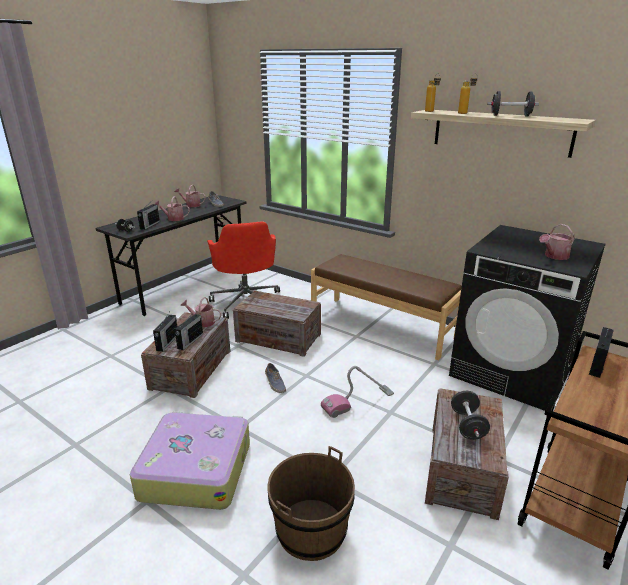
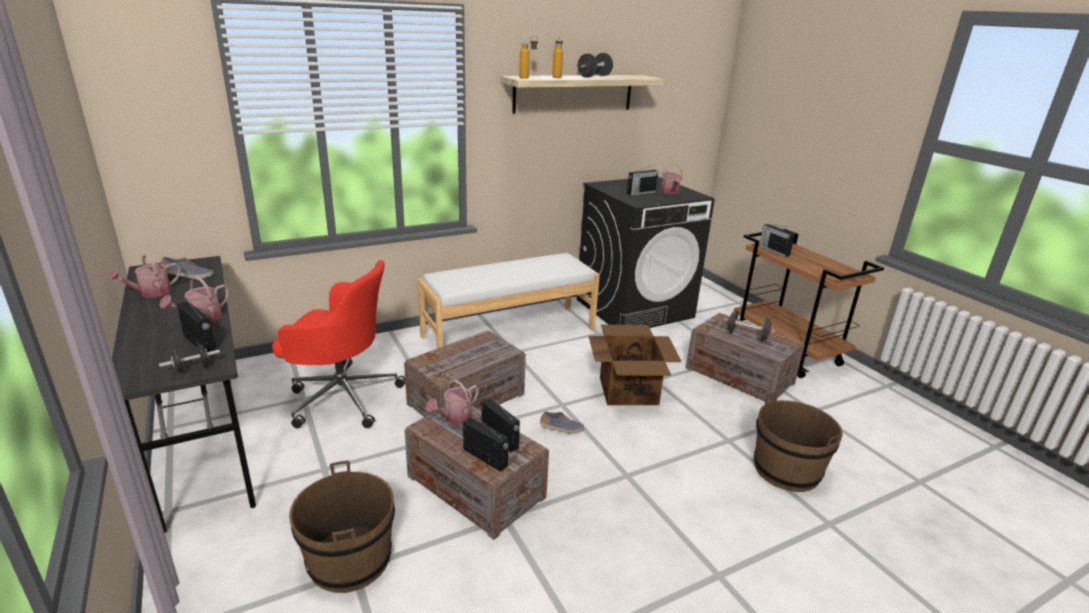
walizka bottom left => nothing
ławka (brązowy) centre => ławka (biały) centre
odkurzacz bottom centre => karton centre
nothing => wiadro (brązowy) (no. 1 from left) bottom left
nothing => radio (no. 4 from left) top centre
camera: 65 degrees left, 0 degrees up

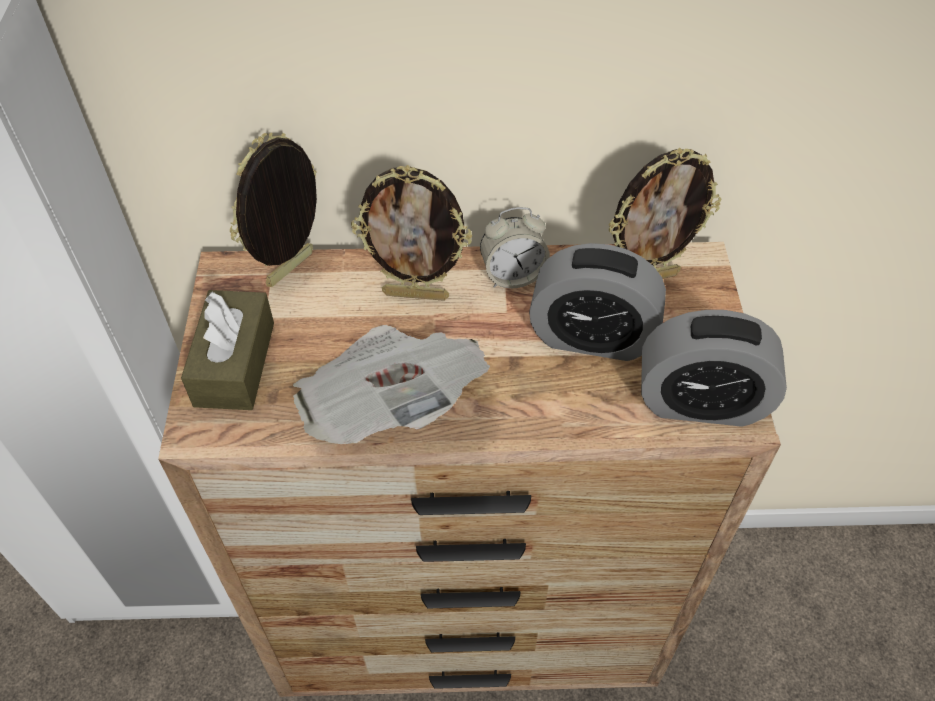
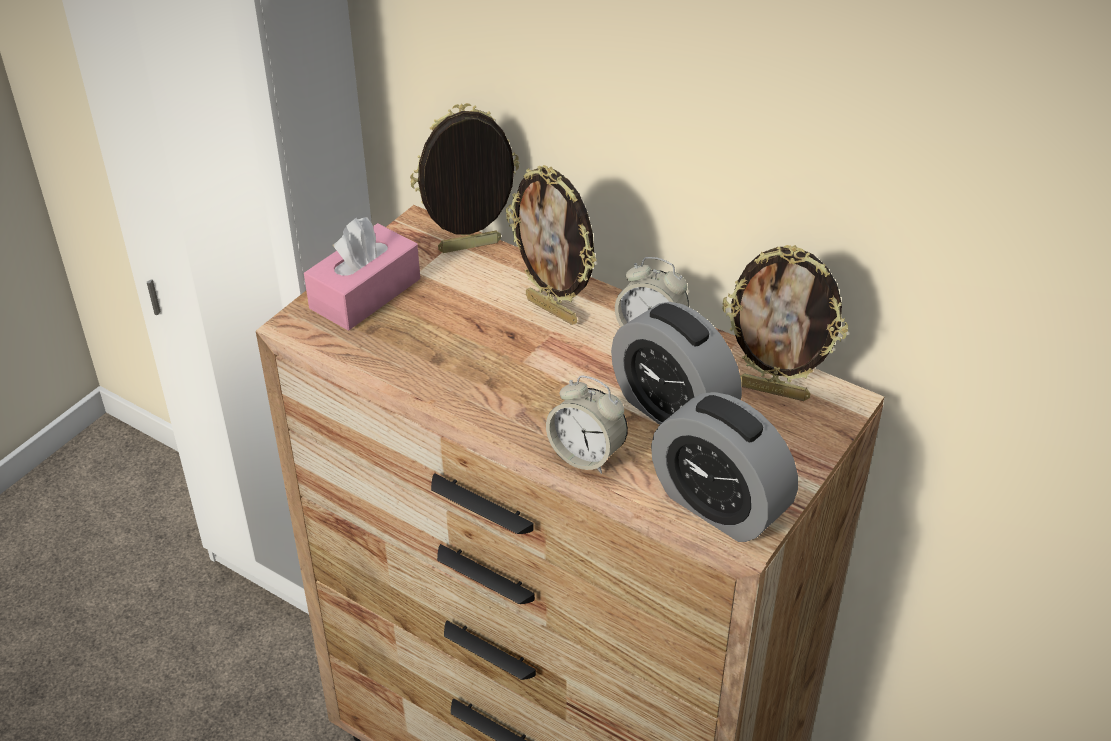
pudełko chusteczek (brązowy) middle left => pudełko chusteczek (różowy) middle left
gazeta centre => nothing
nothing => budzik (no. 1 from left) centre
camera: 35 degrees right, 10 degrees down

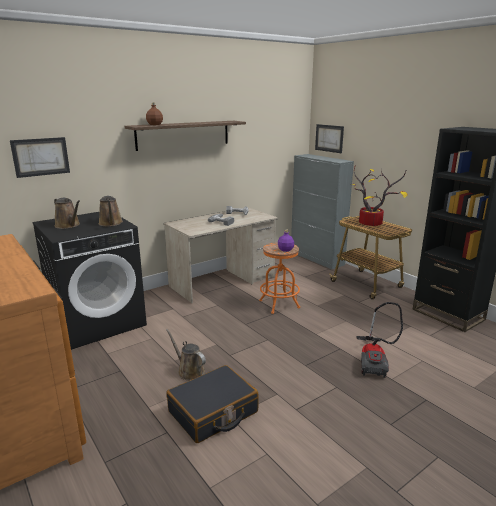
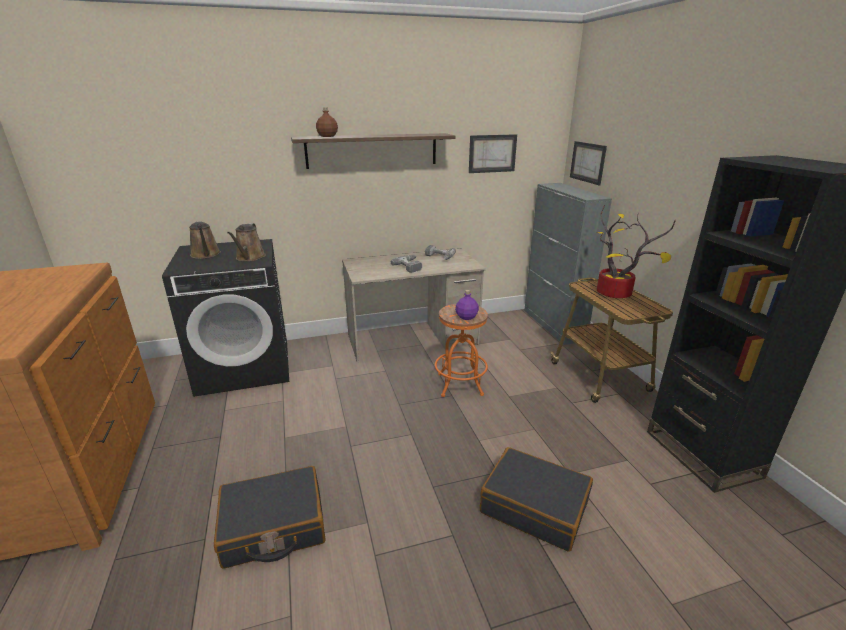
obraz (no. 1 from left) top left => obraz (no. 1 from left) top centre, shifted
konewka (brązowy) (no. 3 from left) bottom centre => nothing
odkurzacz bottom right => walizka (czarny) (no. 2 from left) bottom centre
camera: 20 degrees right, 5 degrees up

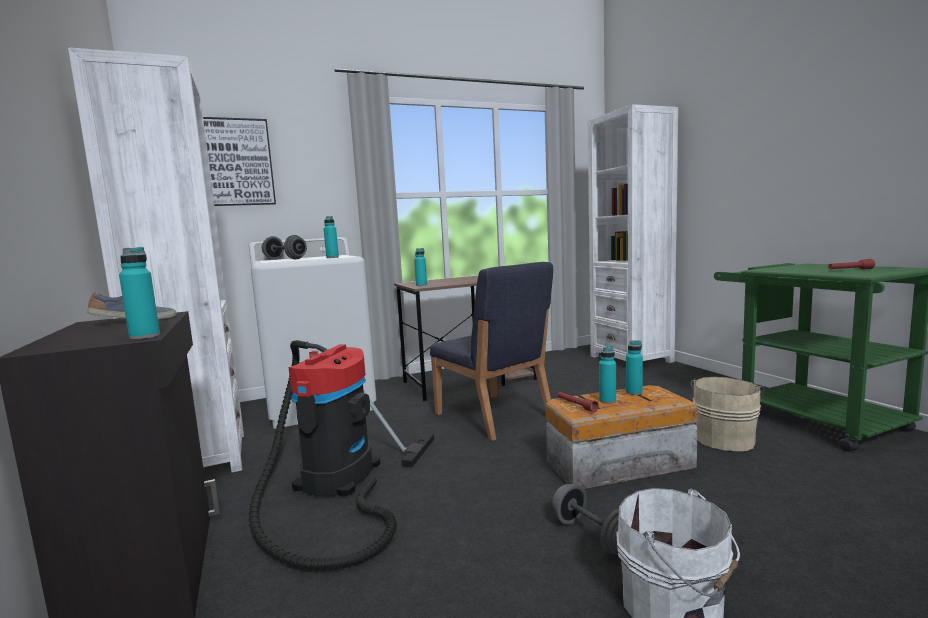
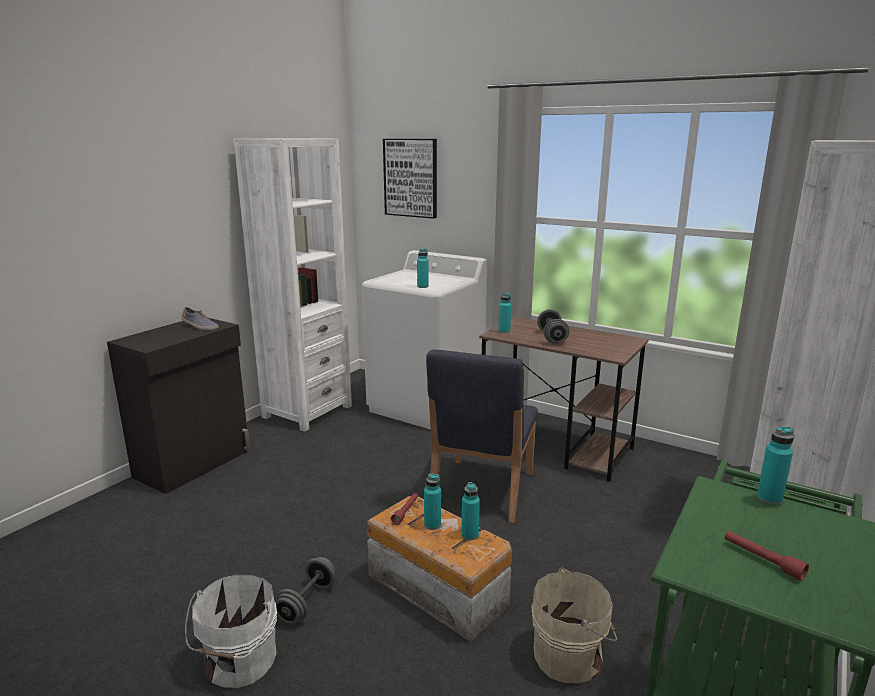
butelka (turkusowy) (no. 1 from left in the first image) middle left => butelka (turkusowy) (no. 5 from left) bottom right, shifted
odkurzacz bottom centre => nothing
hantel (szary) (no. 1 from left in the first image) middle left => hantel (szary) (no. 2 from left) centre, shifted
camera: 55 degrees right, 10 degrees up

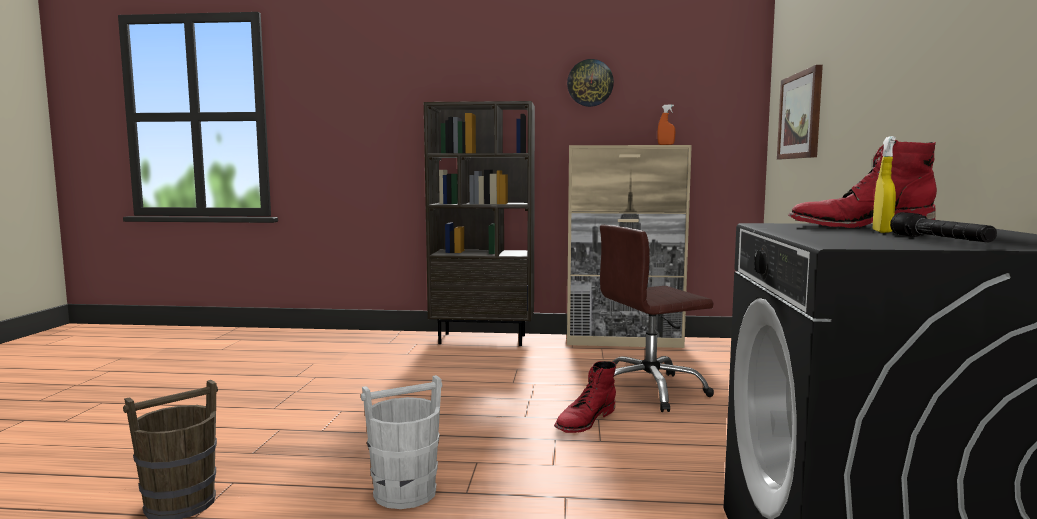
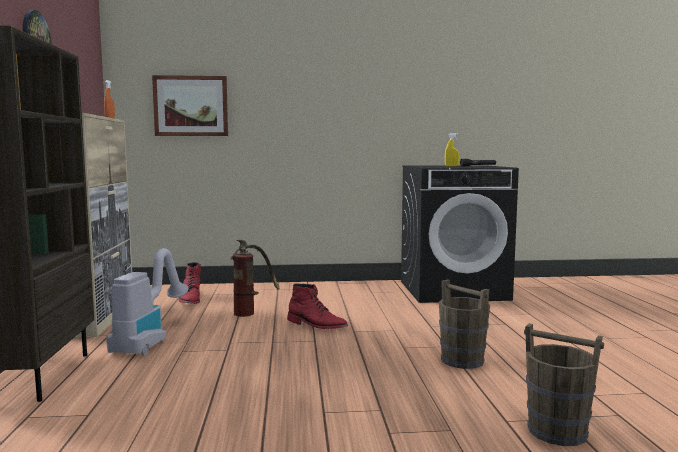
wiadro (biały) bottom centre => wiadro (brązowy) (no. 1 from left) bottom right
krzesło biurowe (brązowy) centre => gaśnica centre
but z cholewką (czerwony) (no. 2 from left in the first image) middle right => but z cholewką (czerwony) (no. 1 from left) middle left, shifted
nothing => odkurzacz bottom left
camera: 100 degrees left, 0 degrees up

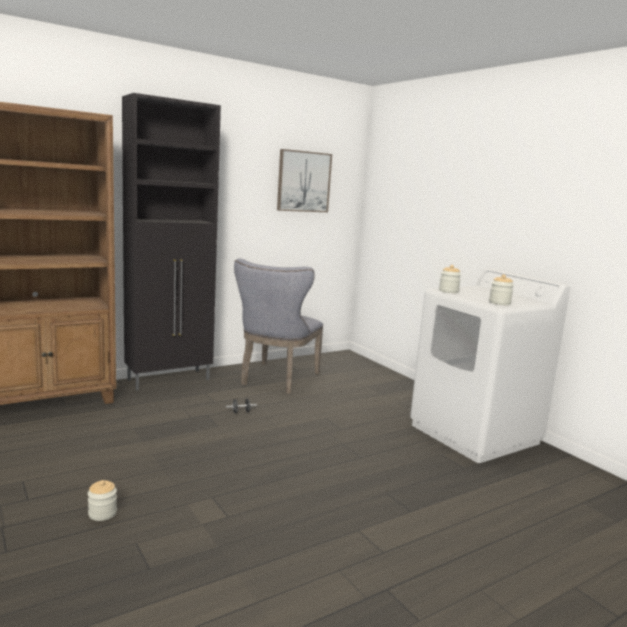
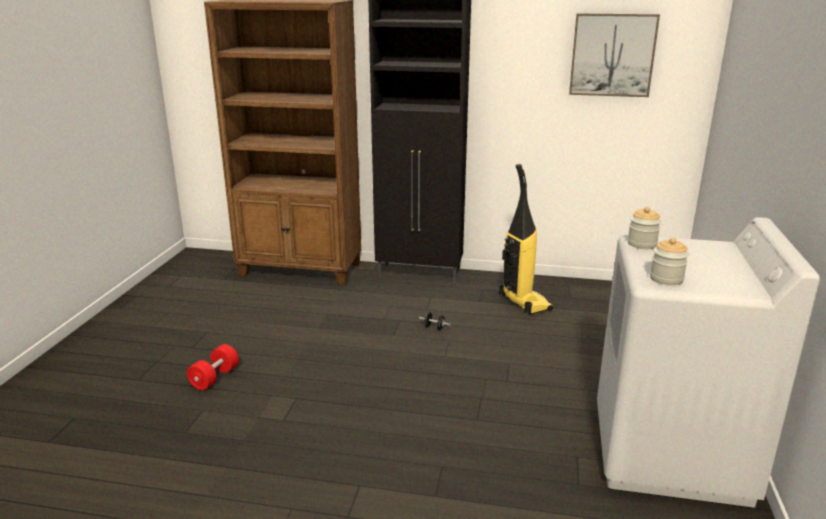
słoik (no. 1 from left) bottom left => hantel (czerwony) bottom left
krzesło (szary) centre => odkurzacz centre
camera: 45 degrees right, 10 degrees up

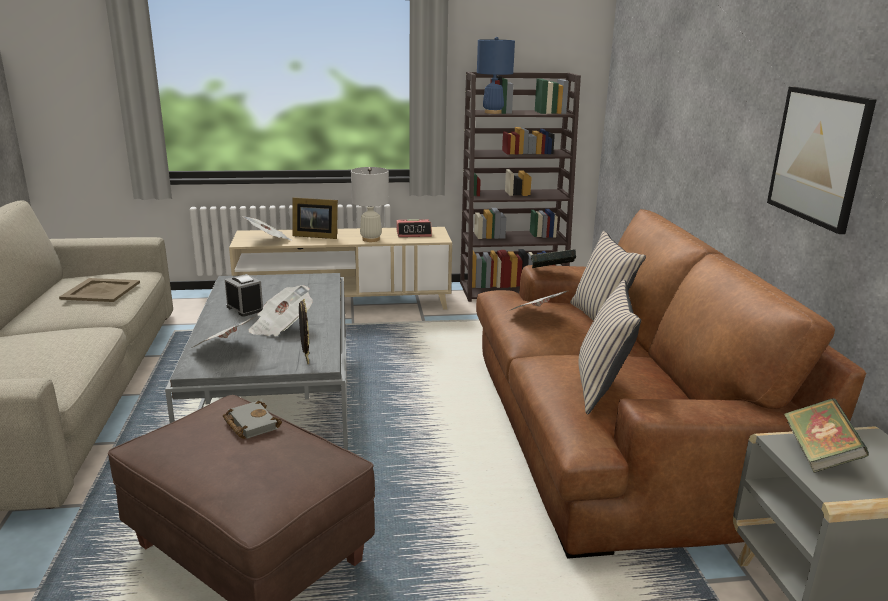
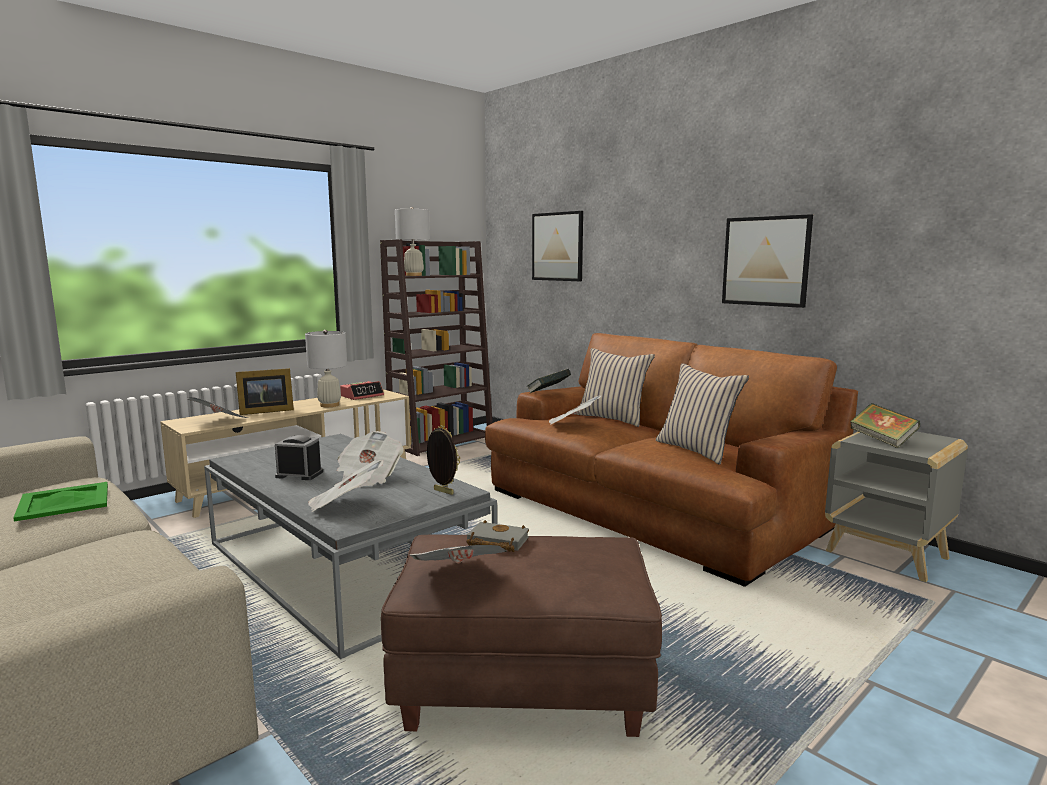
taca (beżowy) middle left => taca (zielony) middle left
lampa stołowa (niebieski) top centre => lampa stołowa (biały) (no. 2 from left) top centre
nothing => gazeta (no. 4 from left) bottom centre
nothing => obraz (no. 1 from left) top centre
camera: 35 degrees left, 10 degrees down

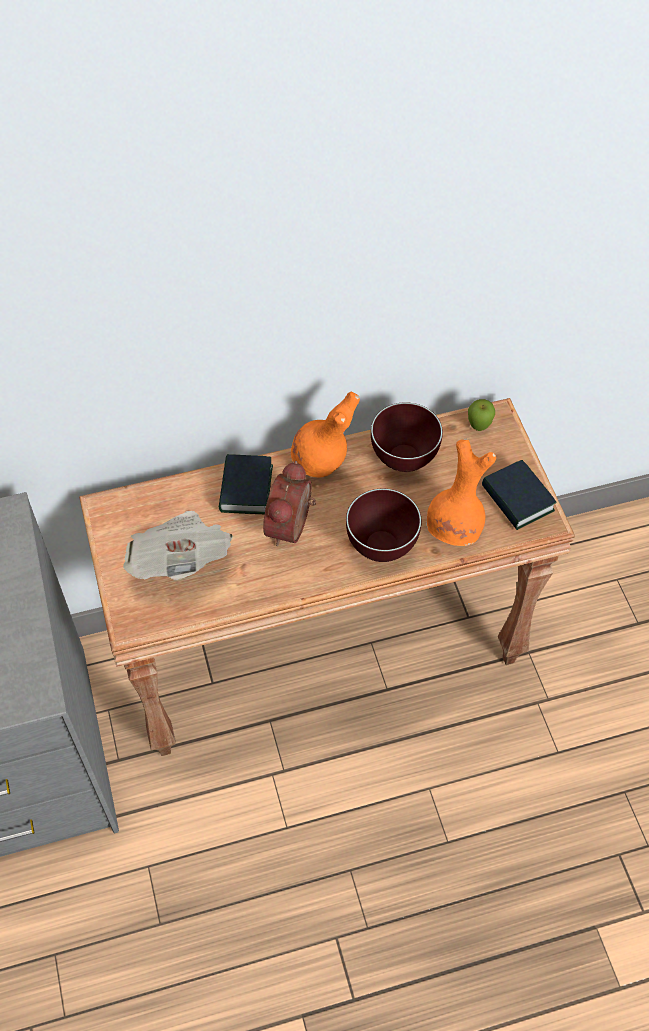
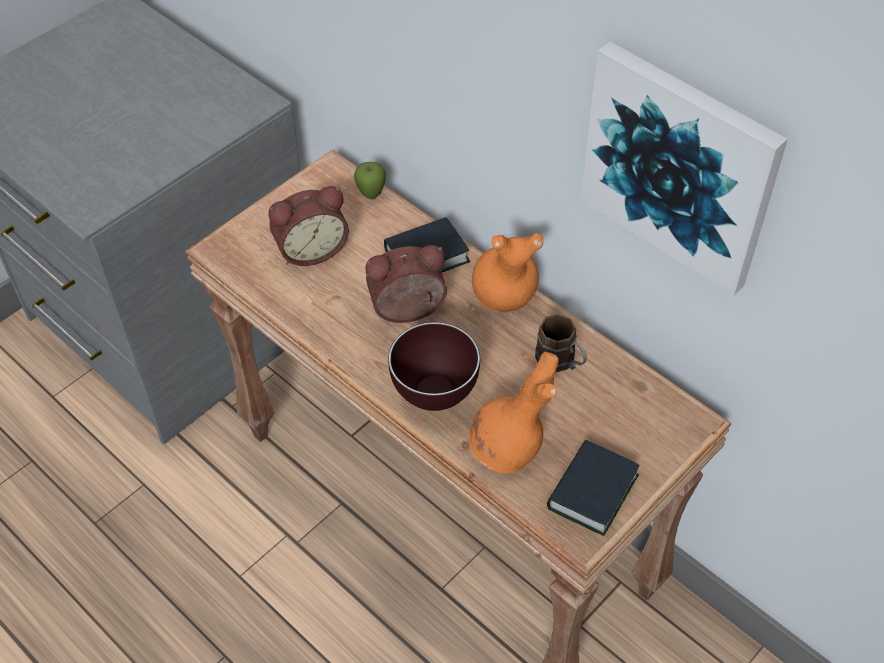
gazeta middle left => budzik (no. 1 from left) centre
miska (brązowy) (no. 2 from left) centre => kubek (brązowy) centre
jabłko middle right => jabłko top centre, shifted
nothing => obraz top right
camera: 60 degrees right, 5 degrees down

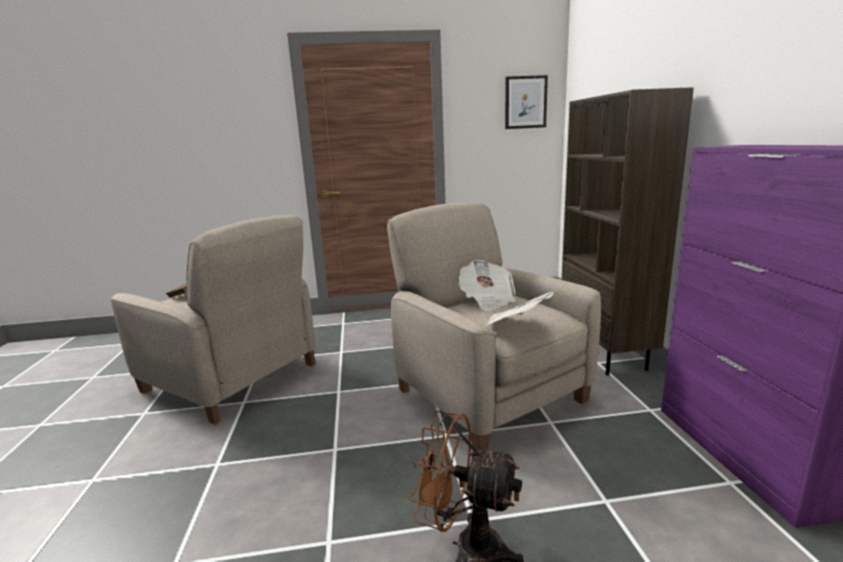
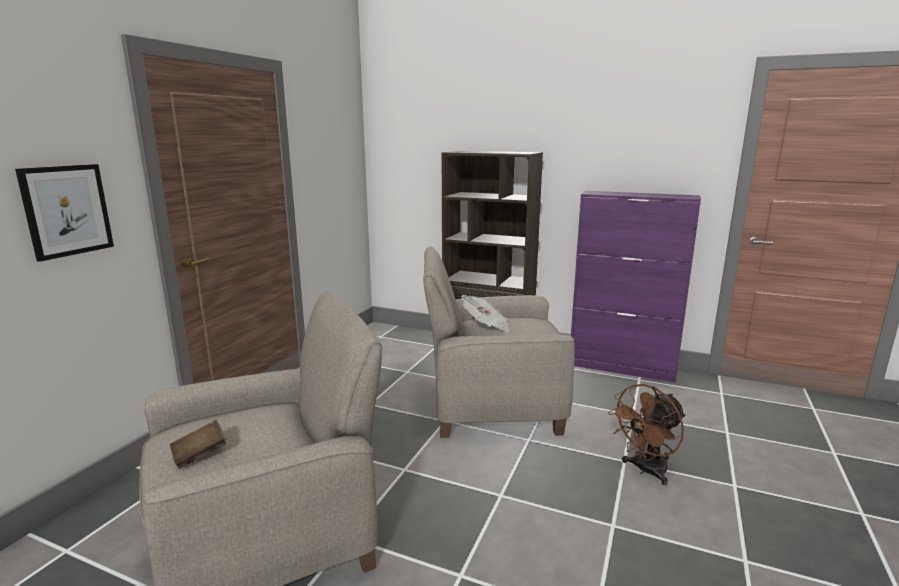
gazeta (no. 2 from left) centre => nothing
obraz top centre => obraz middle left, shifted
camera: 60 degrees left, 0 degrees up

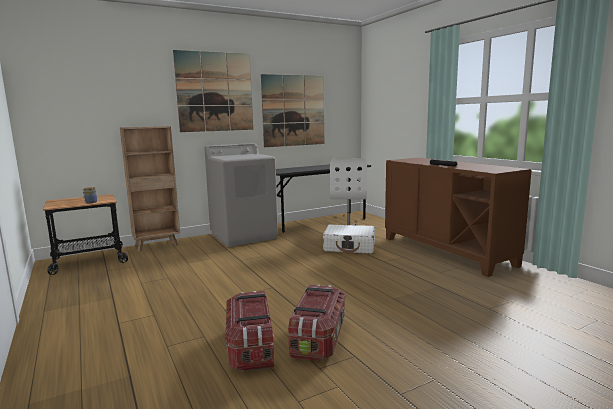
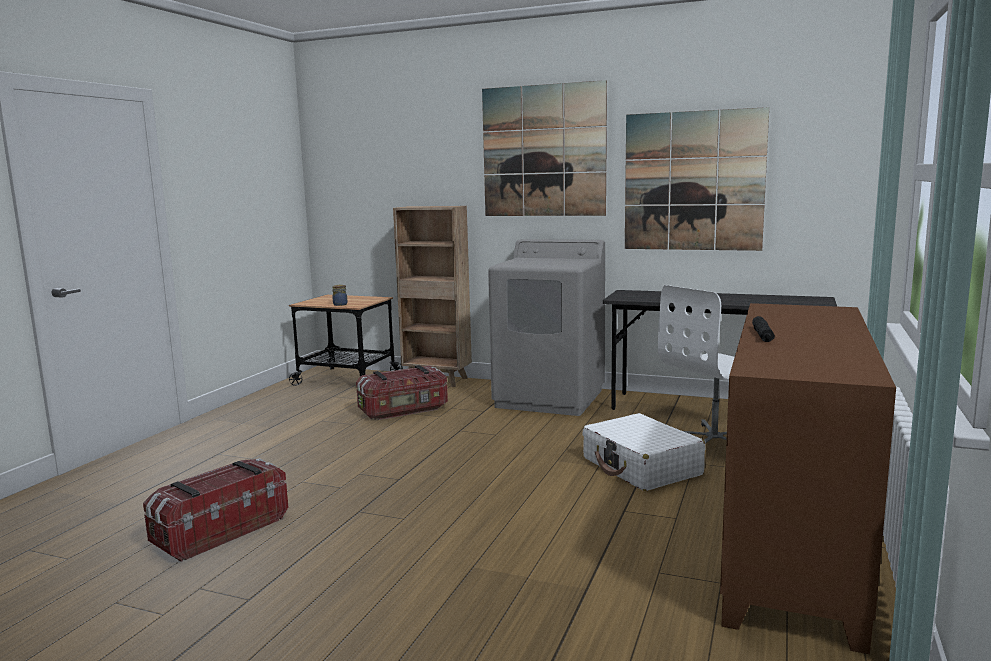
pojemnik do przechowywania (no. 2 from left) bottom centre => pojemnik do przechowywania (no. 2 from left) centre, shifted
camera: 50 degrees right, 0 degrees up

